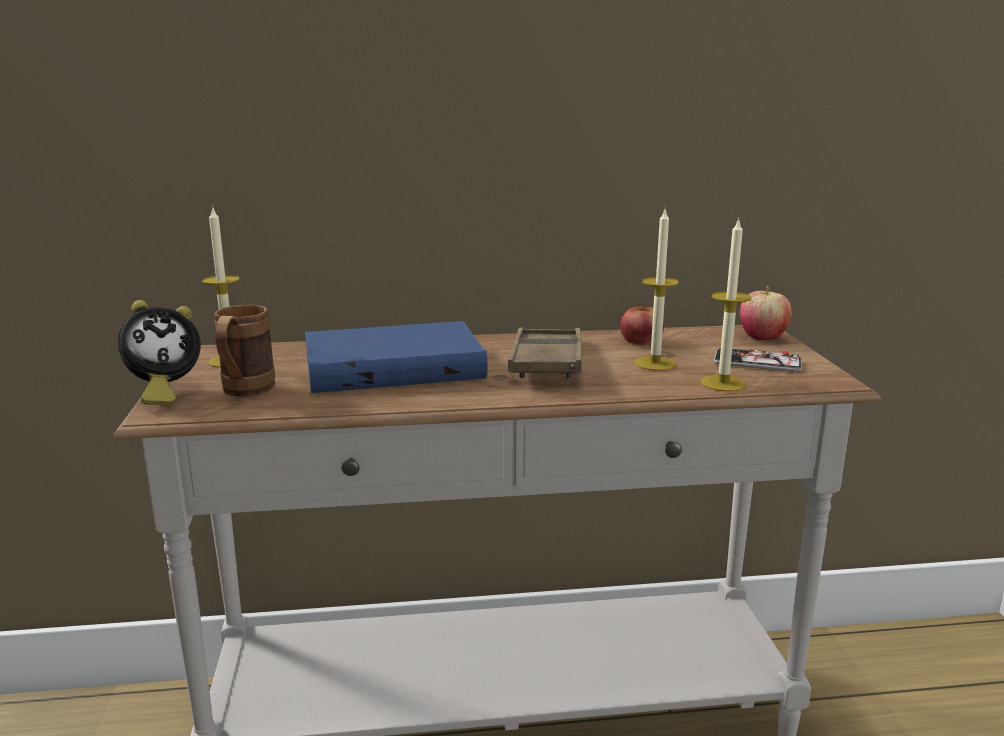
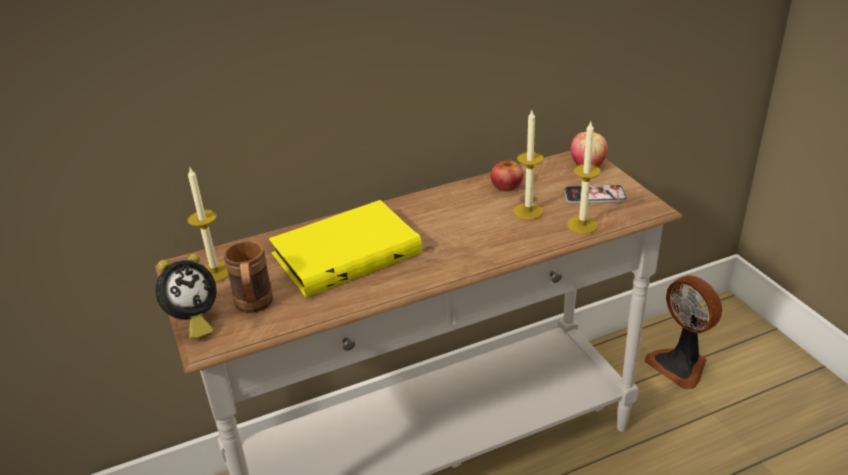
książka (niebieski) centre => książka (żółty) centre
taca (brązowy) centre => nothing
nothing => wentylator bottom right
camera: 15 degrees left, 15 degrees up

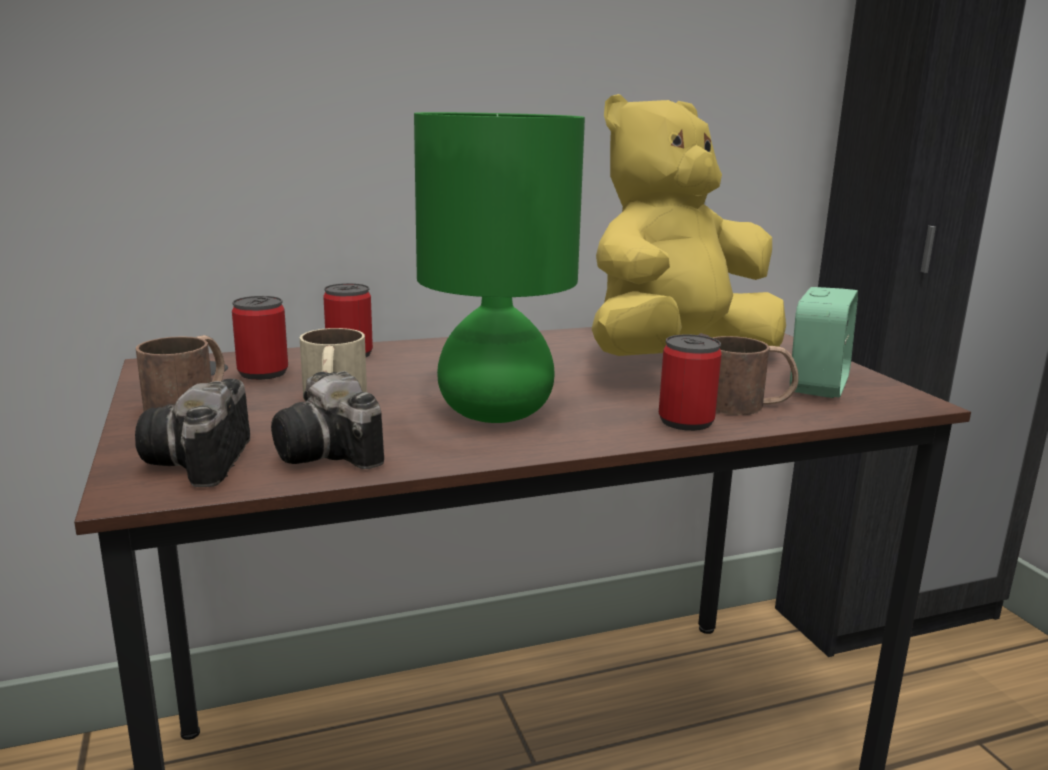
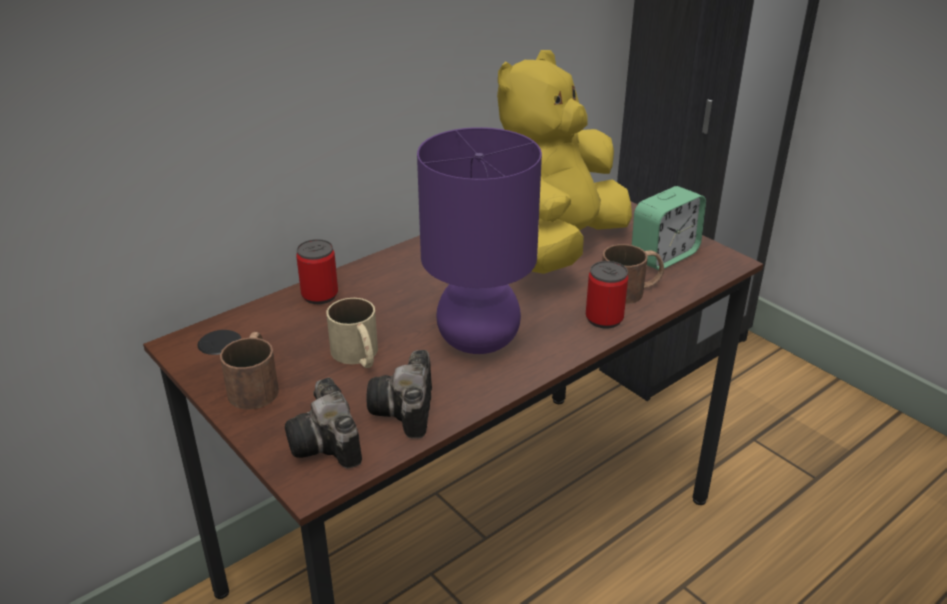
puszka (no. 1 from left) middle left => nothing
aparat fotograficzny (no. 2 from left) middle left => aparat fotograficzny (no. 2 from left) centre, 60 degrees clockwise
lampa stołowa (zielony) centre => lampa stołowa (fioletowy) centre
budzik middle right, 45 degrees clockwise
camera: 20 degrees left, 15 degrees up

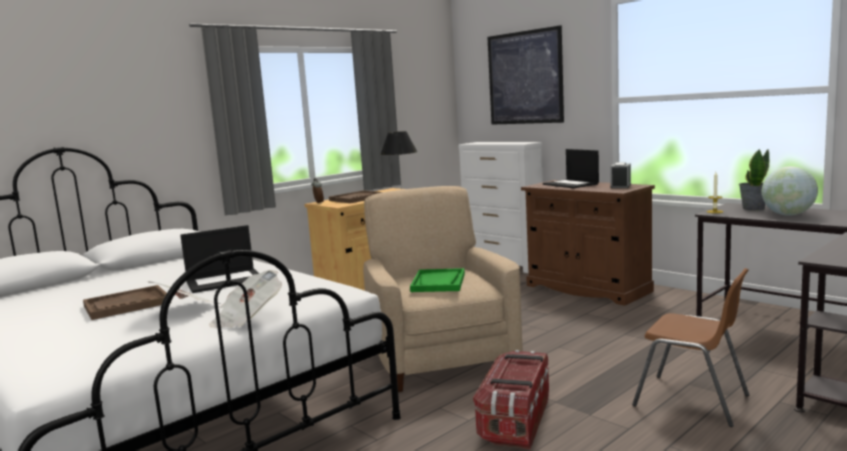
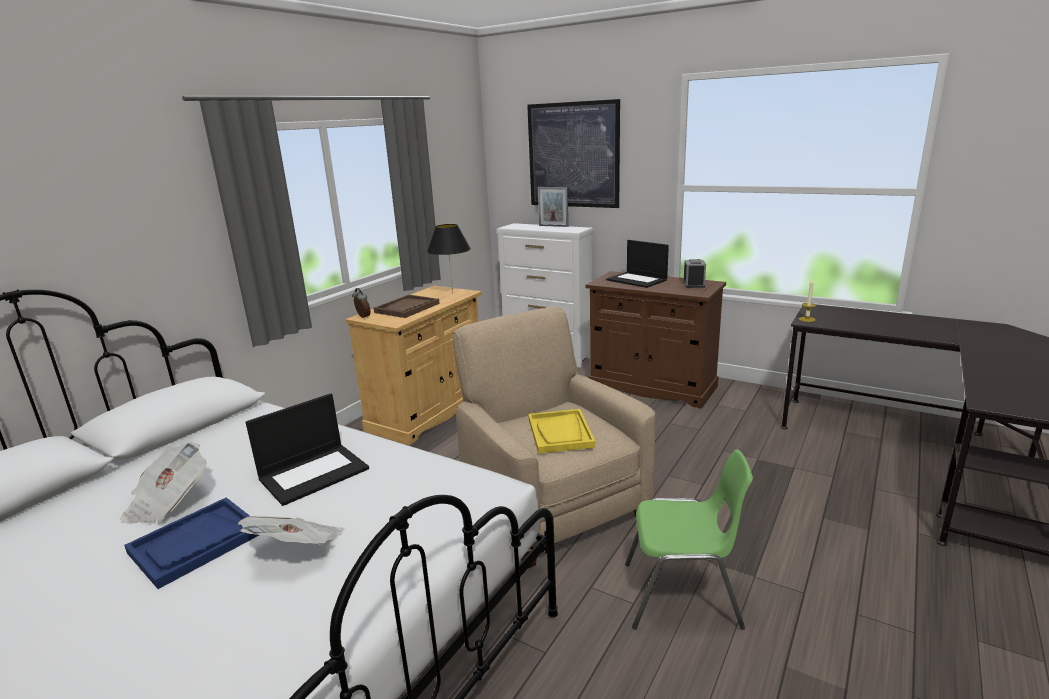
taca (brązowy) (no. 1 from left) bottom left => taca (niebieski) bottom left
gazeta (no. 2 from left in the first image) middle left => gazeta (no. 1 from left) bottom left, shifted
taca (zielony) centre => taca (żółty) centre
pojemnik do przechowywania bottom centre => krzesło (zielony) bottom centre
krzesło (brązowy) bottom right => nothing
roślina doniczkowa middle right => nothing
globus middle right => nothing
nothing => ramka na zdjęcie top centre
camera: 15 degrees left, 10 degrees up

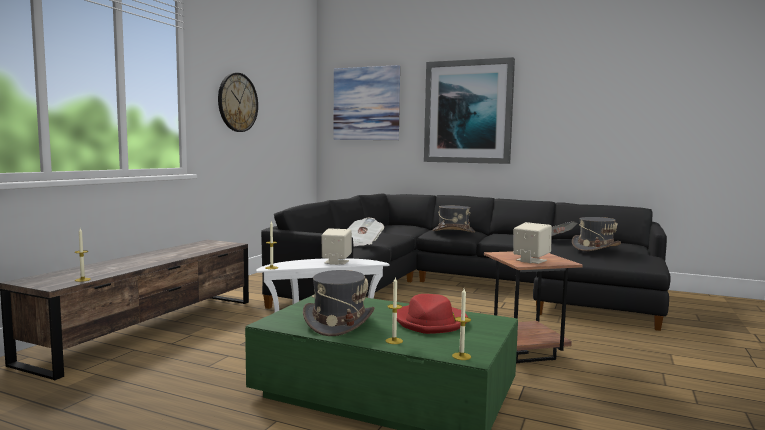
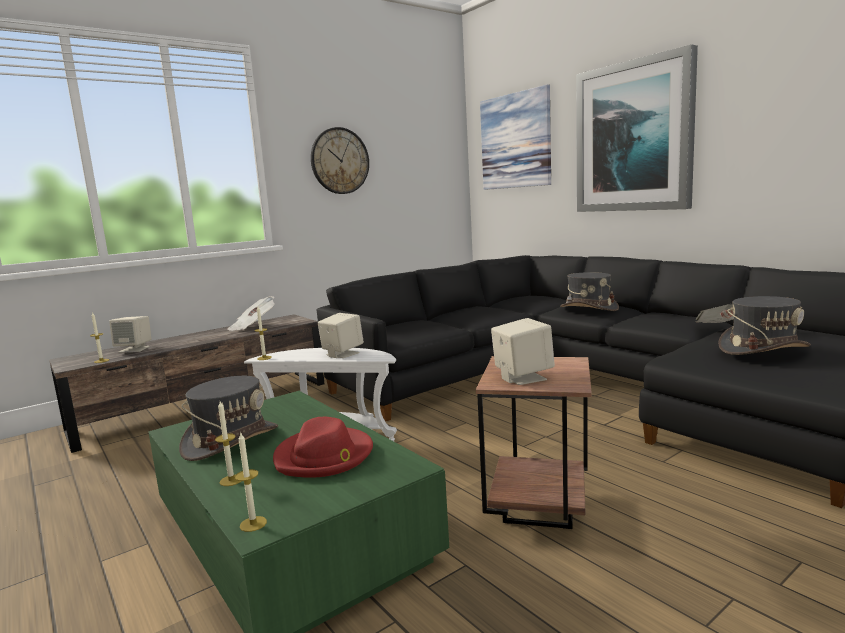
gazeta (no. 1 from left) centre => gazeta (no. 1 from left) middle left, shifted
nothing => głośnik (beżowy) (no. 1 from left) middle left
camera: 30 degrees right, 5 degrees up

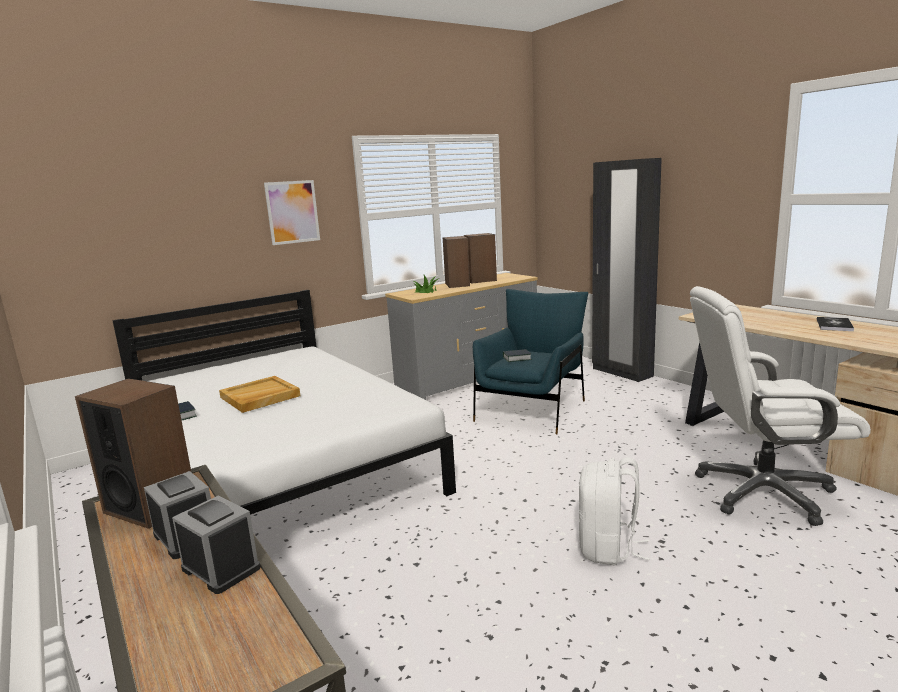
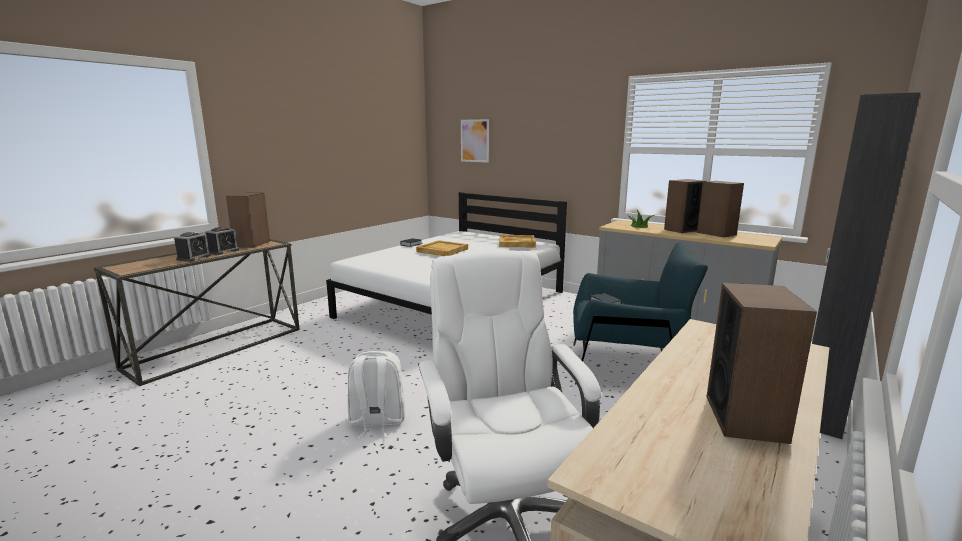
obraz top left => obraz top centre, shifted
książka (no. 3 from left) middle right => głośnik (no. 4 from left) bottom right
nothing => taca (beżowy) (no. 2 from left) centre
camera: 70 degrees right, 0 degrees up

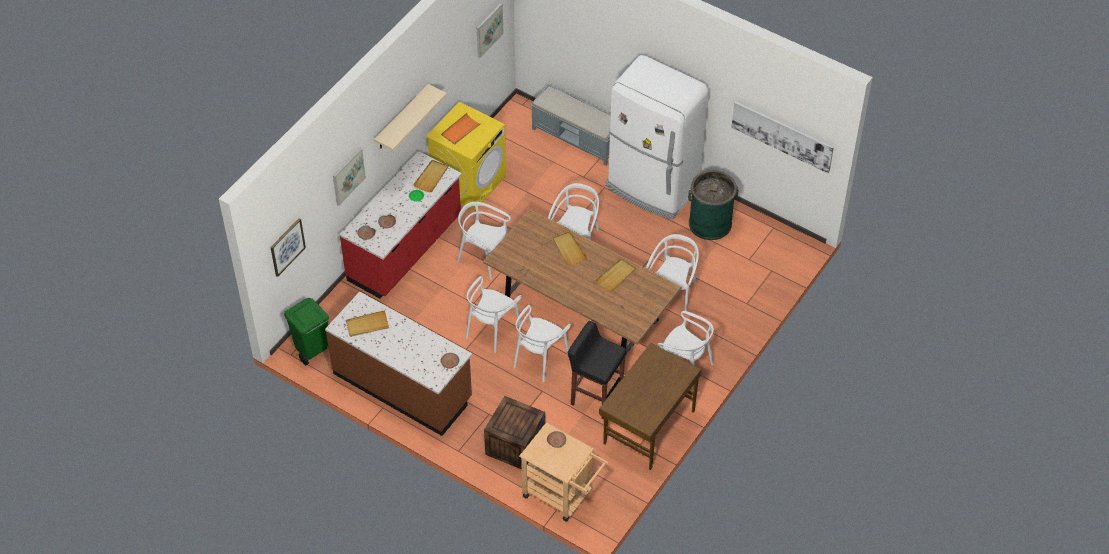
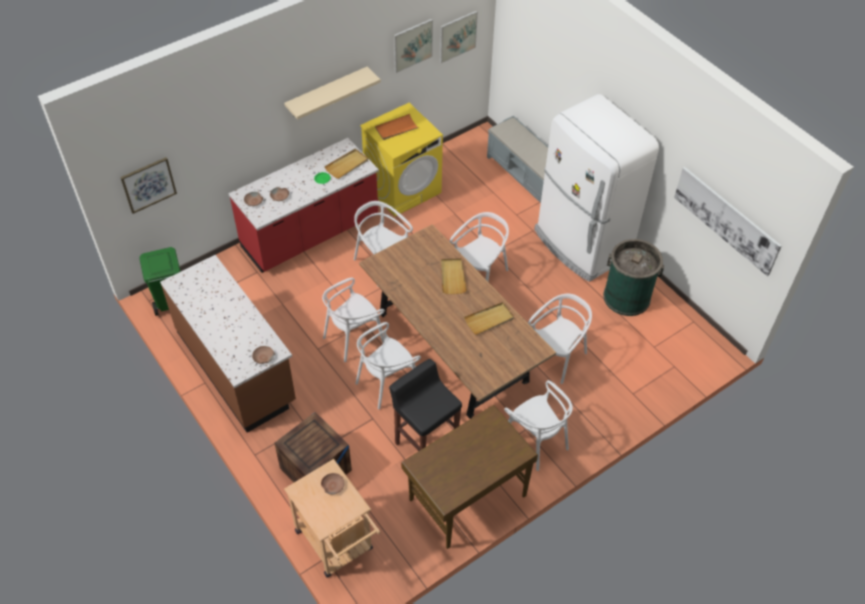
obraz (no. 2 from left) top left => obraz (no. 2 from left) top centre, shifted
taca (beżowy) (no. 1 from left) middle left => nothing
camera: 20 degrees right, 0 degrees up

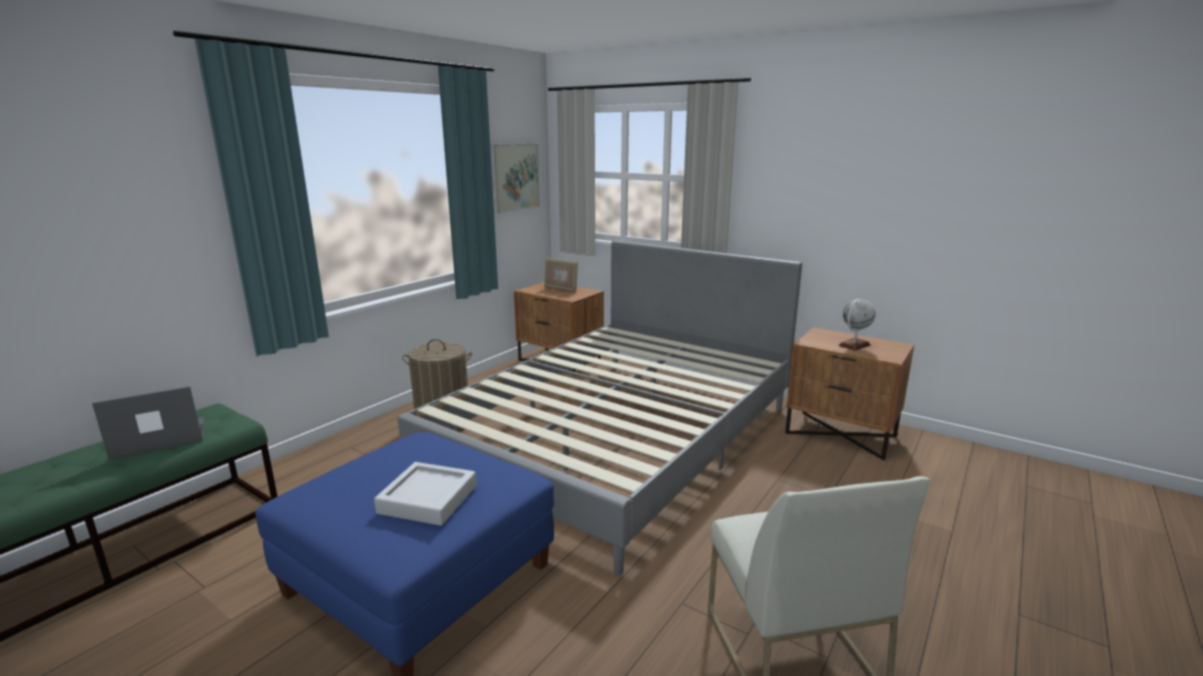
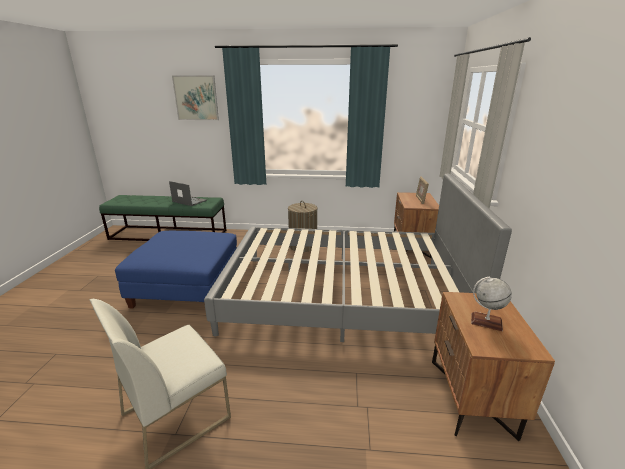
taca (szary) bottom centre => nothing
obraz top centre => obraz top left, shifted
camera: 60 degrees right, 5 degrees up

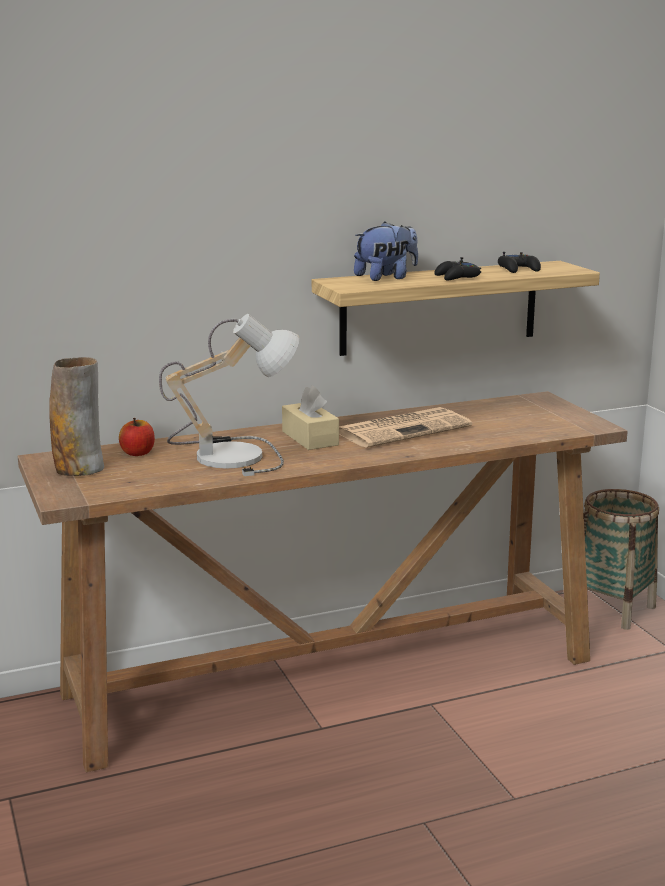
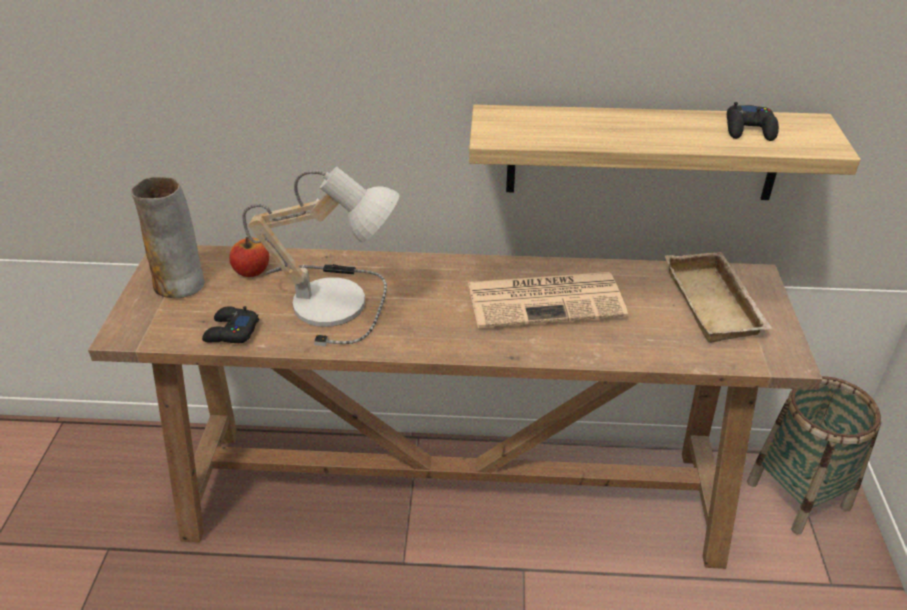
pudełko chusteczek (beżowy) centre => nothing
pluszak top centre => nothing
pad do gier (czarny) (no. 1 from left) top right => pad do gier (czarny) (no. 1 from left) middle left, shifted
nothing => taca (beżowy) middle right
camera: 25 degrees right, 20 degrees up

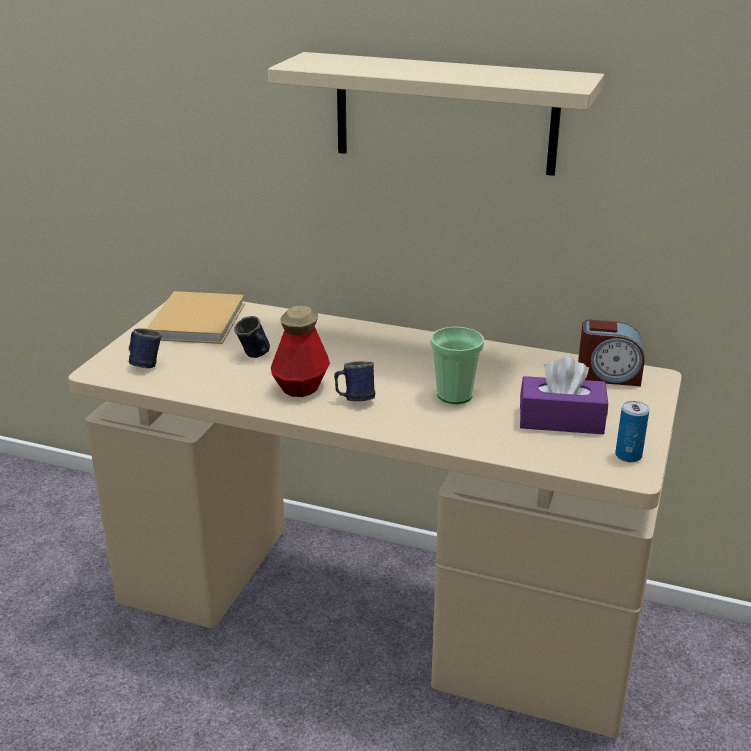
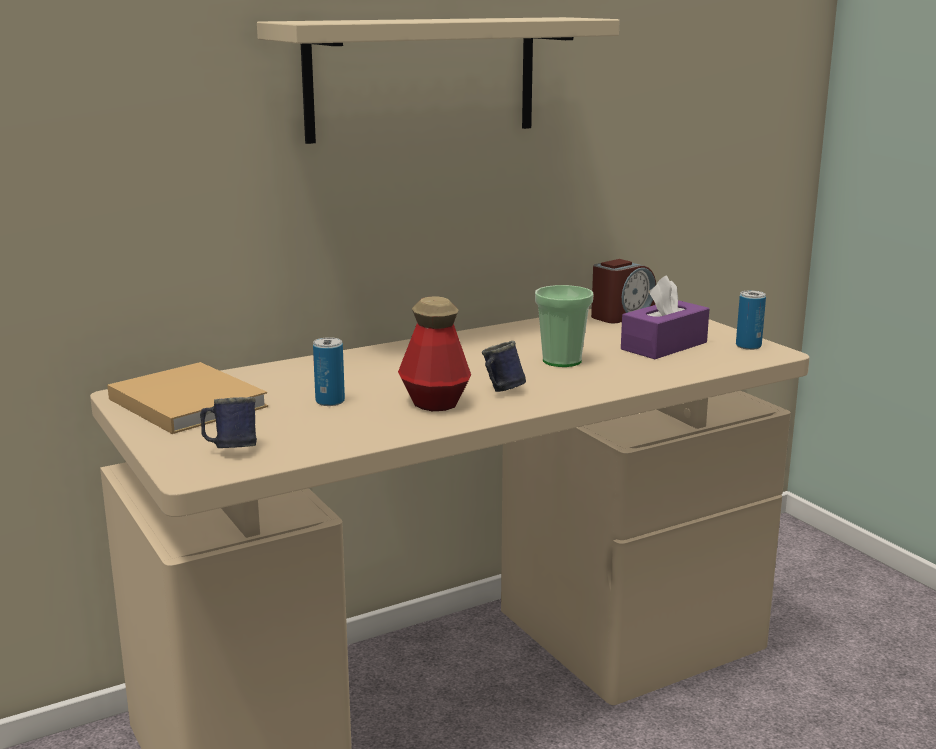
kubek (niebieski) (no. 2 from left) centre => puszka (no. 1 from left) centre
camera: 50 degrees left, 10 degrees down

